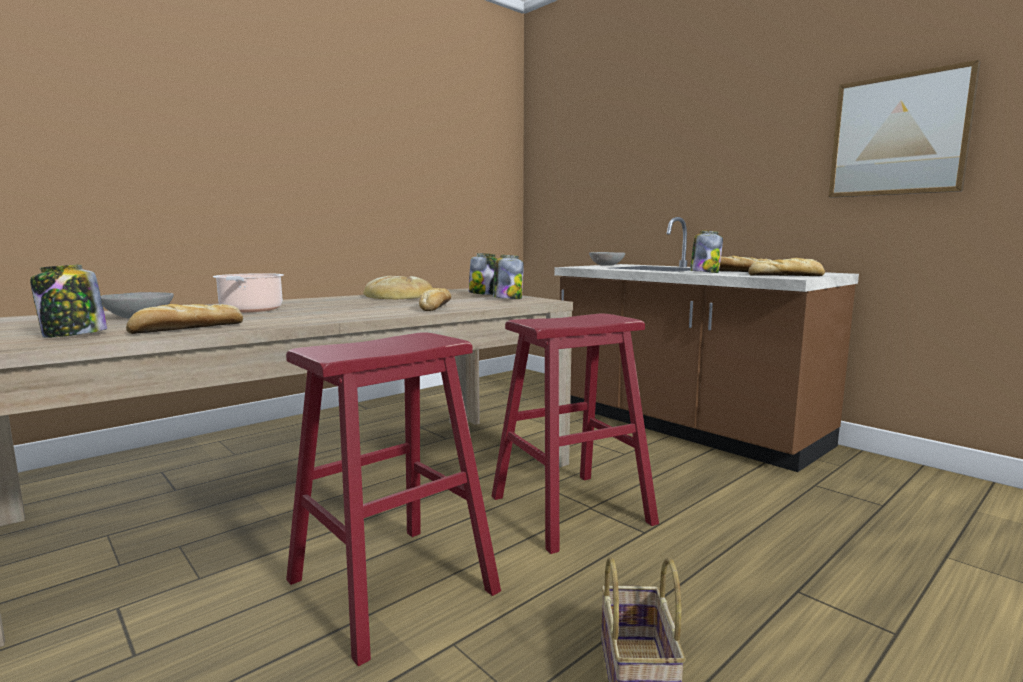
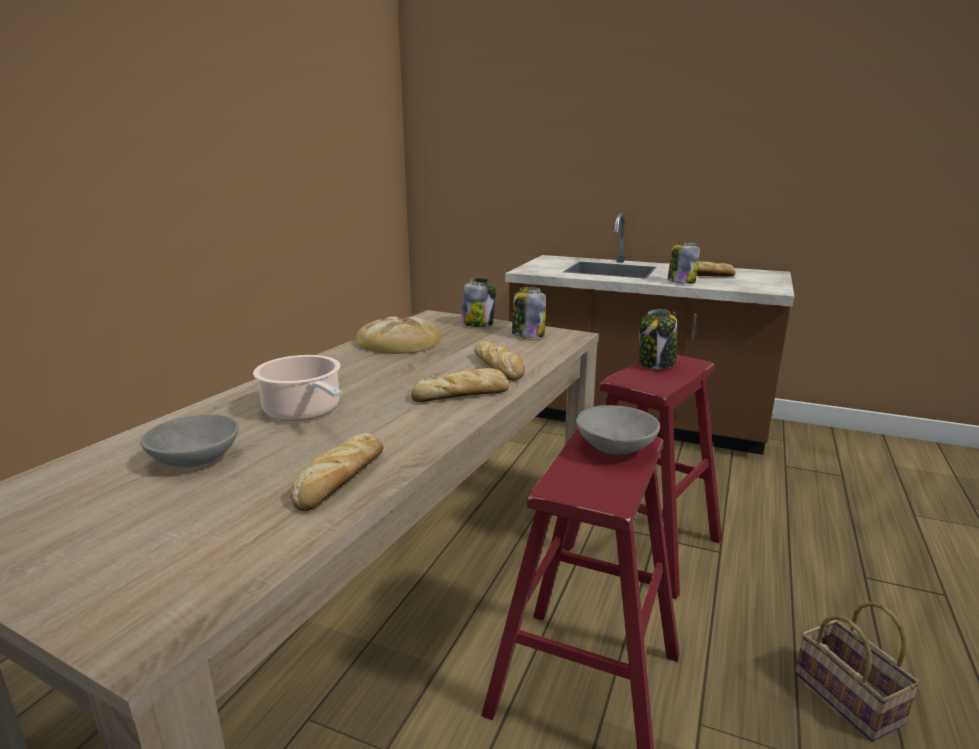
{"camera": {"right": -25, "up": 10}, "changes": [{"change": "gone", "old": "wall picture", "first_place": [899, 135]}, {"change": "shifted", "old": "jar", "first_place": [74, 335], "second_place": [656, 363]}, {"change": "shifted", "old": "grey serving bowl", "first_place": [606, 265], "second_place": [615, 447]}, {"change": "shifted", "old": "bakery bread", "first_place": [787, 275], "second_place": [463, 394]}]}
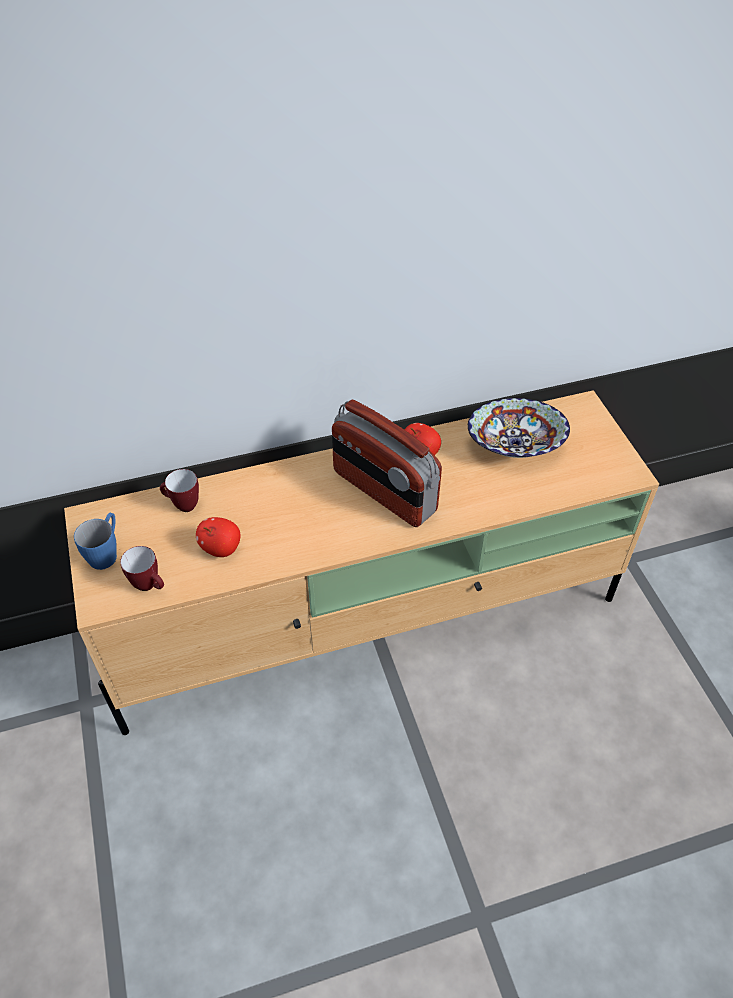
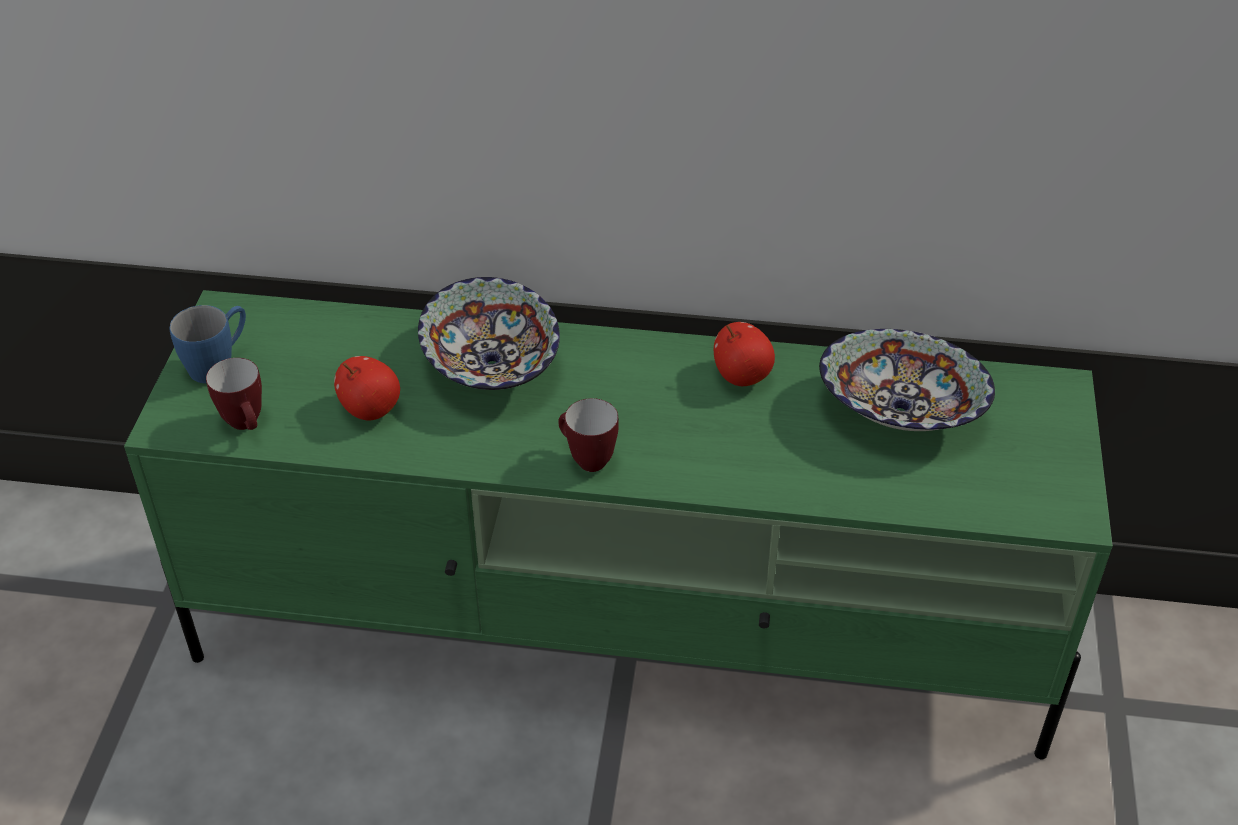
{"camera": {"right": 25, "up": -5}, "changes": [{"change": "gone", "old": "radio", "first_place": [383, 492]}, {"change": "new", "new": "serving bowl", "second_place": [493, 365]}, {"change": "shifted", "old": "tea mug", "first_place": [182, 505], "second_place": [585, 459]}, {"change": "repainted", "old": "beige-coloured tv unit", "new": "green tv unit", "first_place": [369, 620], "second_place": [624, 639]}]}
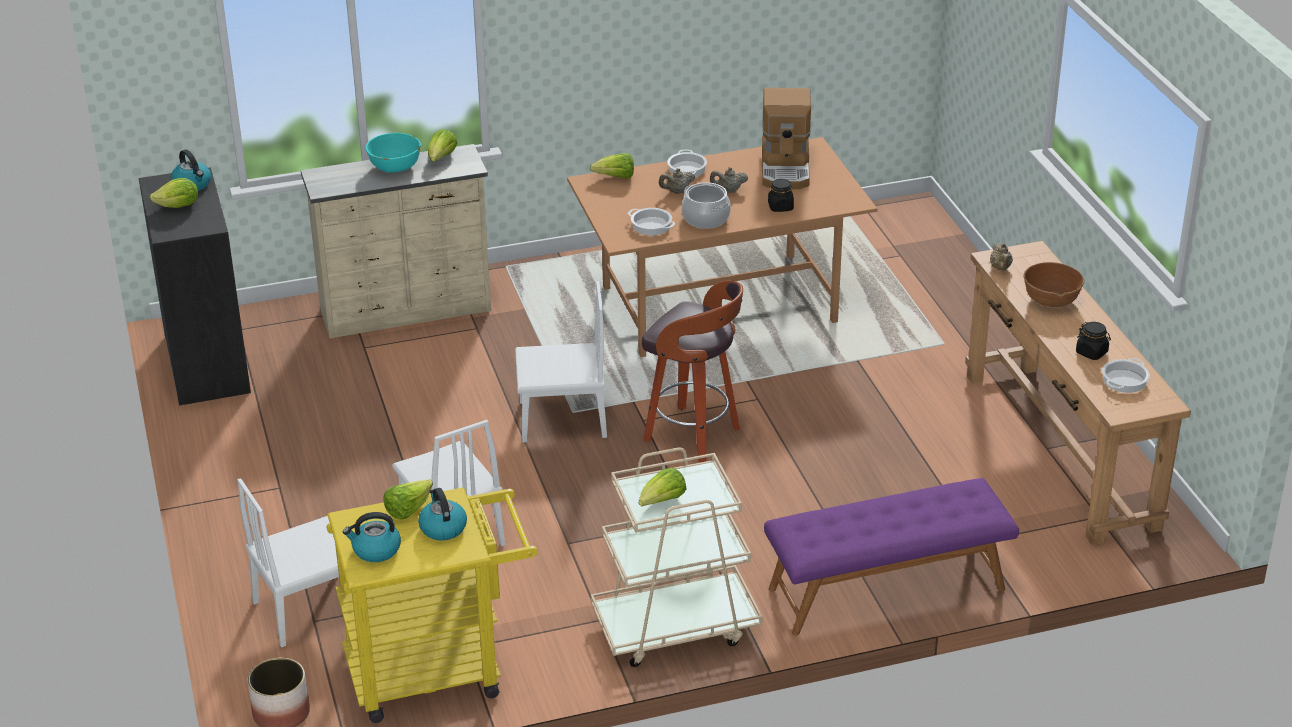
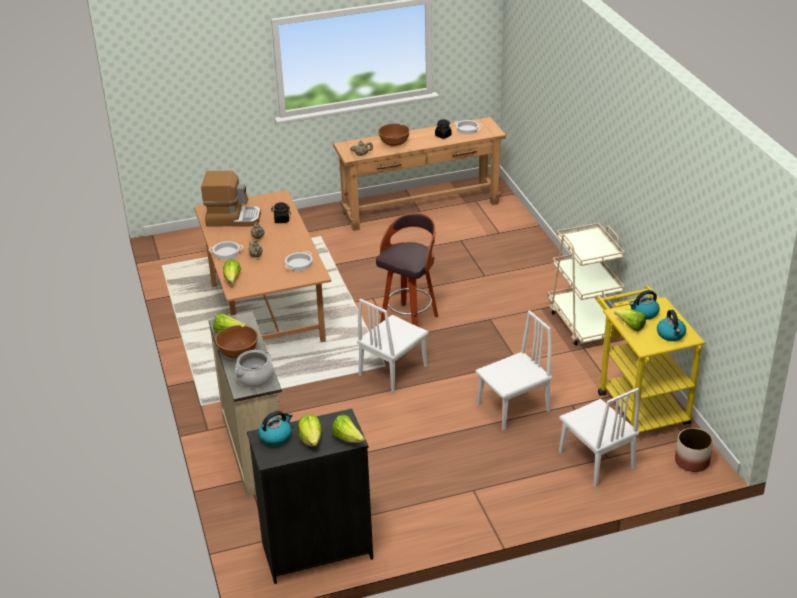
{"camera": {"right": -90, "up": 0}, "changes": [{"change": "gone", "old": "purplish bench", "first_place": [887, 589]}, {"change": "shifted", "old": "head of lettuce", "first_place": [662, 501], "second_place": [348, 438]}, {"change": "shifted", "old": "cooking pot", "first_place": [706, 218], "second_place": [255, 378]}, {"change": "repainted", "old": "turquoise serving bowl", "new": "brownish serving bowl", "first_place": [395, 167], "second_place": [238, 352]}, {"change": "rotated", "old": "whitish plain chair", "first_place": [562, 419], "second_place": [393, 370], "degrees": -135}]}
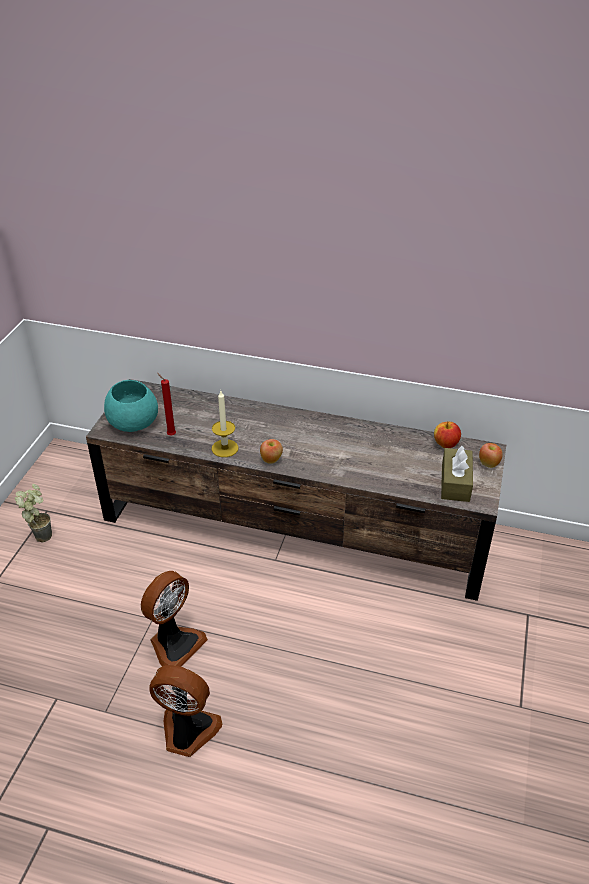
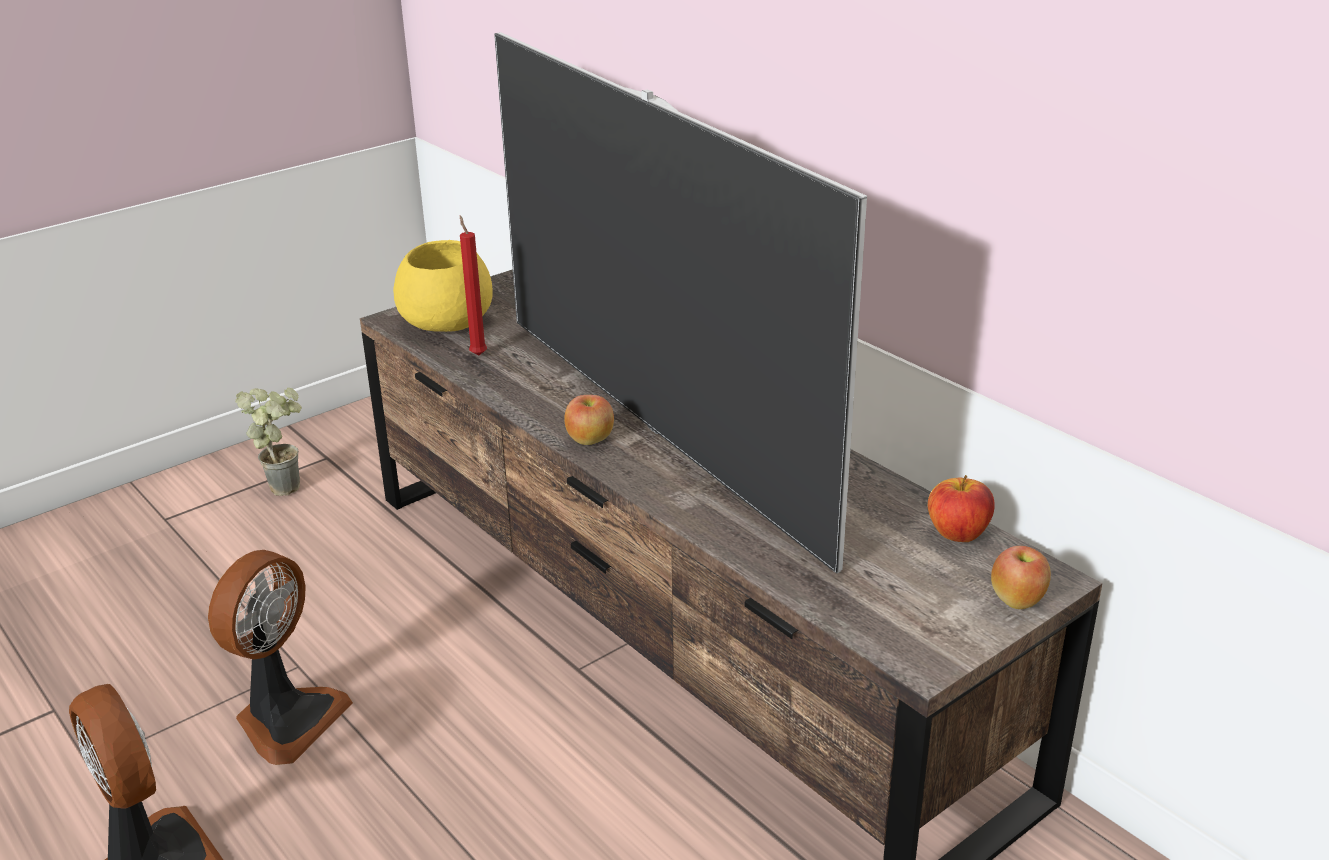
{"camera": {"right": 35, "up": -10}, "changes": [{"change": "gone", "old": "wax light", "first_place": [225, 448]}, {"change": "gone", "old": "brownish box of tissues", "first_place": [455, 482]}, {"change": "new", "new": "TV set", "second_place": [657, 429]}, {"change": "repainted", "old": "turquoise serving bowl", "new": "yellow serving bowl", "first_place": [133, 421], "second_place": [446, 321]}, {"change": "rotated", "old": "fan", "first_place": [174, 644], "second_place": [287, 719], "degrees": -45}]}
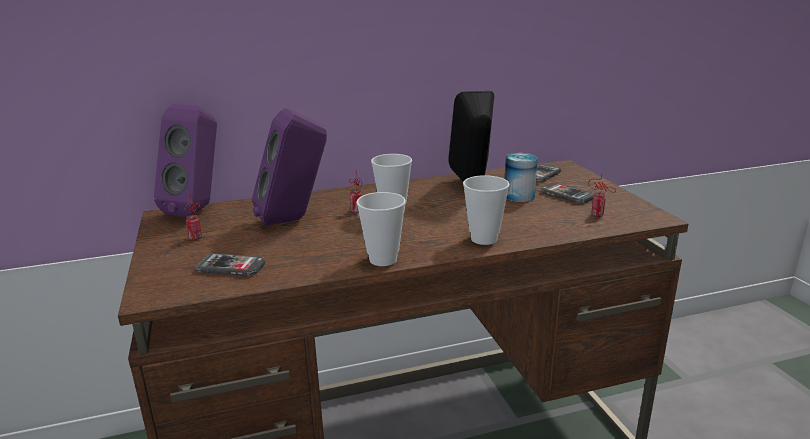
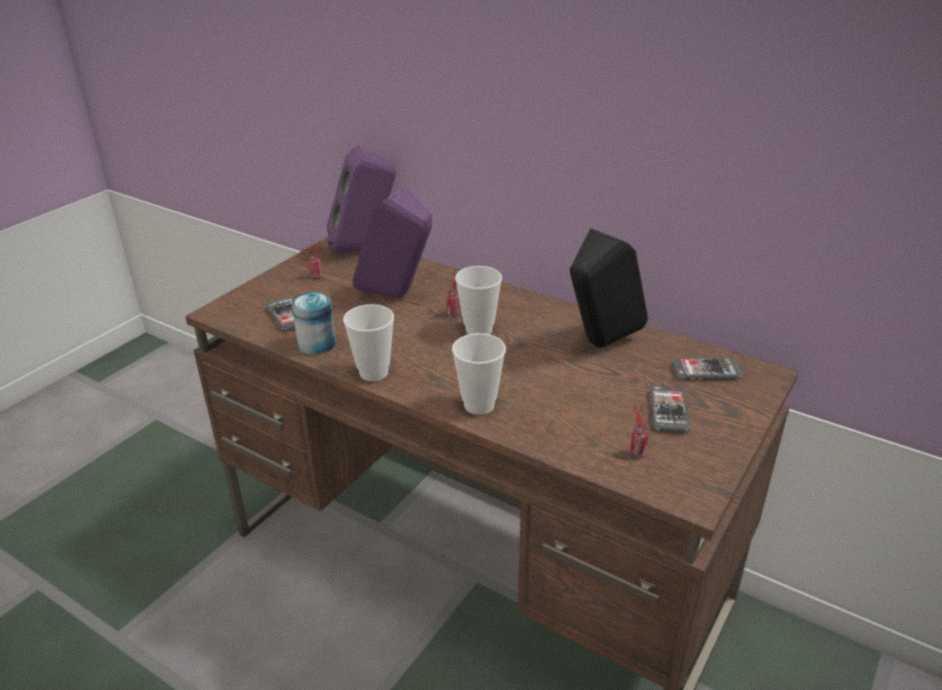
{"camera": {"right": 50, "up": 10}, "changes": [{"change": "shifted", "old": "can", "first_place": [519, 196], "second_place": [317, 344]}]}
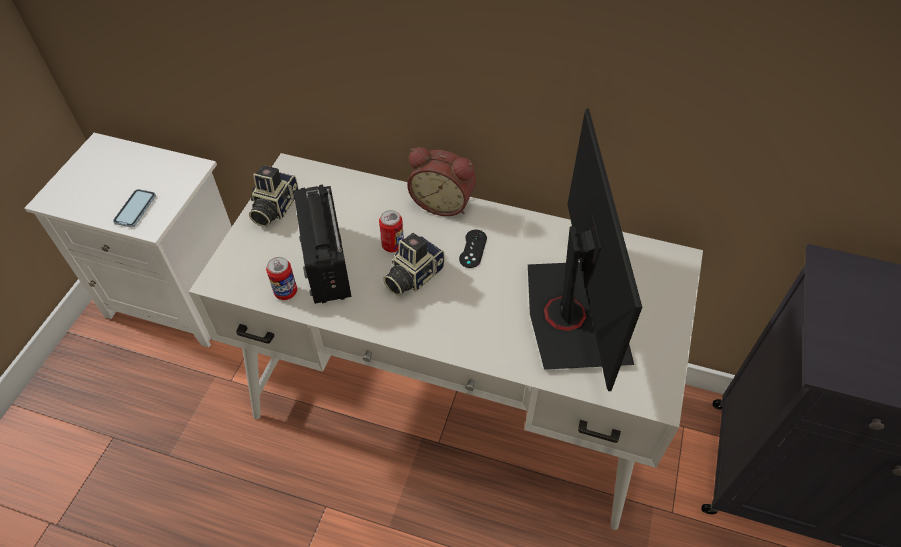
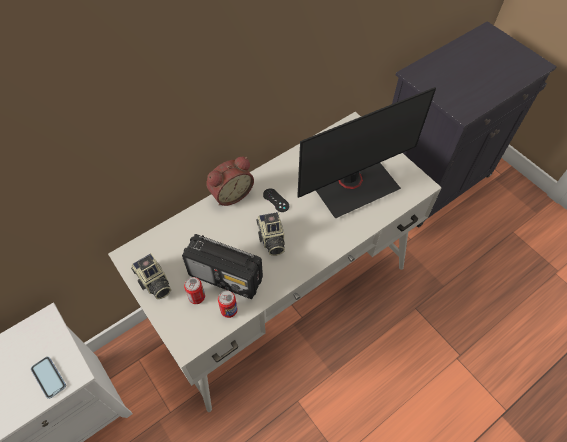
{"camera": {"right": -55, "up": 5}, "changes": [{"change": "shifted", "old": "can", "first_place": [393, 245], "second_place": [197, 297]}, {"change": "rotated", "old": "computer display", "first_place": [574, 315], "second_place": [353, 184], "degrees": 120}]}
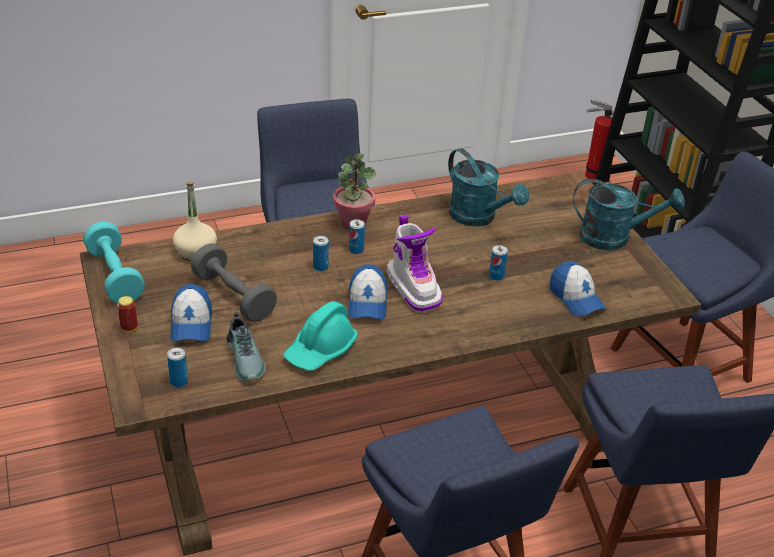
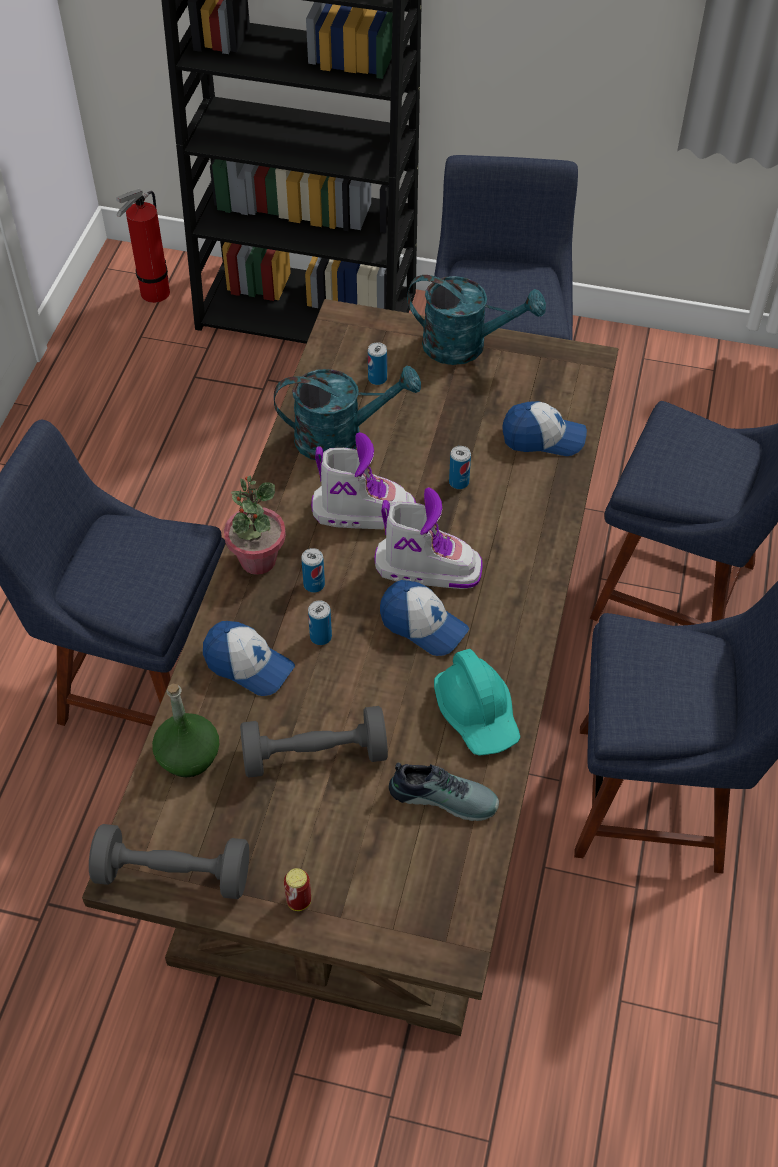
{"camera": {"right": -55, "up": 15}, "changes": [{"change": "new", "new": "tall boot", "second_place": [363, 511]}, {"change": "shifted", "old": "can", "first_place": [179, 381], "second_place": [377, 379]}, {"change": "shifted", "old": "baseball cap", "first_place": [191, 324], "second_place": [248, 665]}, {"change": "repainted", "old": "turquoise free weight", "new": "grey free weight", "first_place": [115, 276], "second_place": [173, 874]}, {"change": "repainted", "old": "beige-coloured beverage bottle", "new": "green beverage bottle", "first_place": [195, 251], "second_place": [188, 756]}, {"change": "rotated", "old": "turquoise watering can", "first_place": [614, 238], "second_place": [466, 346], "degrees": 60}]}
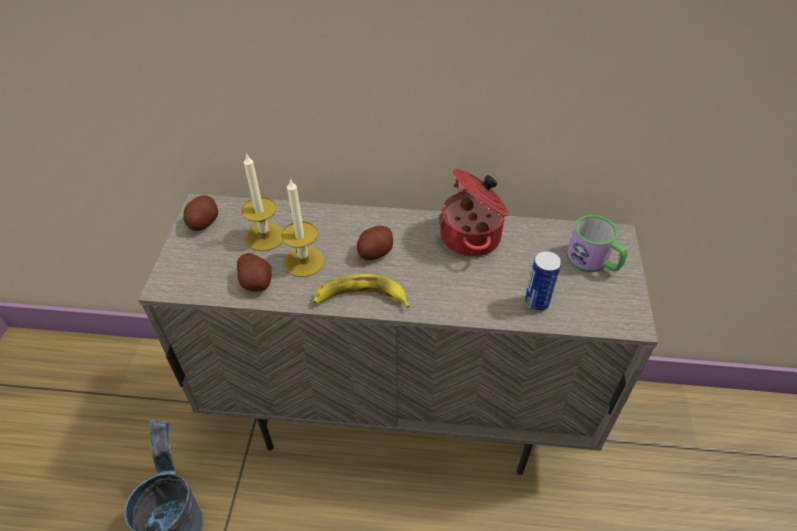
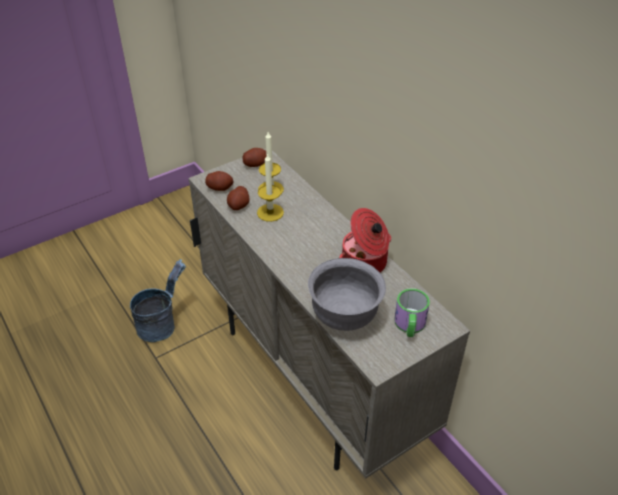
{"camera": {"right": 50, "up": -5}, "changes": [{"change": "gone", "old": "banana fruit", "first_place": [360, 298]}, {"change": "shifted", "old": "potato", "first_place": [375, 252], "second_place": [220, 188]}, {"change": "swapped", "old": "can", "new": "grey serving bowl", "first_place": [536, 303], "second_place": [344, 316]}]}
